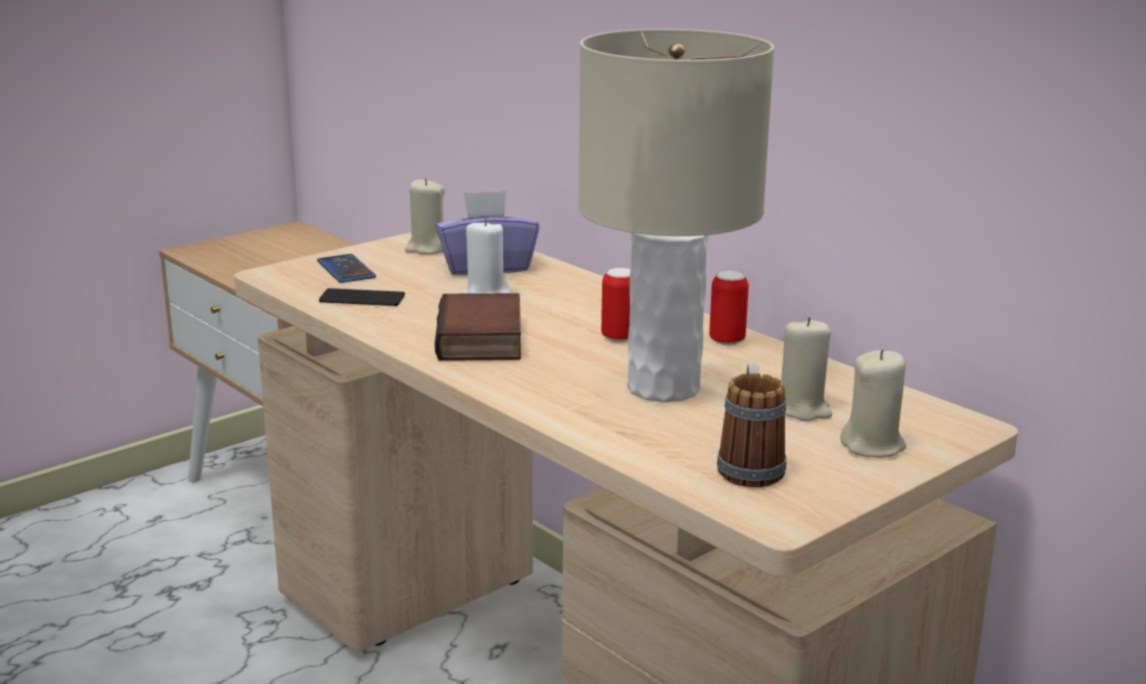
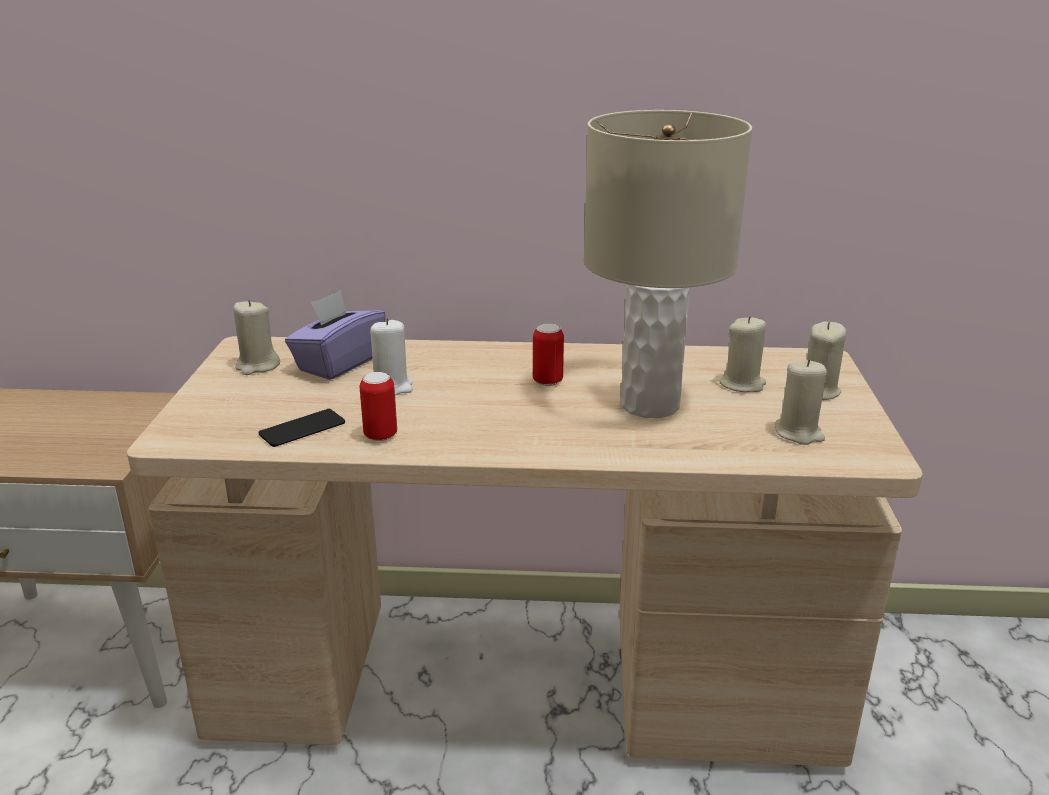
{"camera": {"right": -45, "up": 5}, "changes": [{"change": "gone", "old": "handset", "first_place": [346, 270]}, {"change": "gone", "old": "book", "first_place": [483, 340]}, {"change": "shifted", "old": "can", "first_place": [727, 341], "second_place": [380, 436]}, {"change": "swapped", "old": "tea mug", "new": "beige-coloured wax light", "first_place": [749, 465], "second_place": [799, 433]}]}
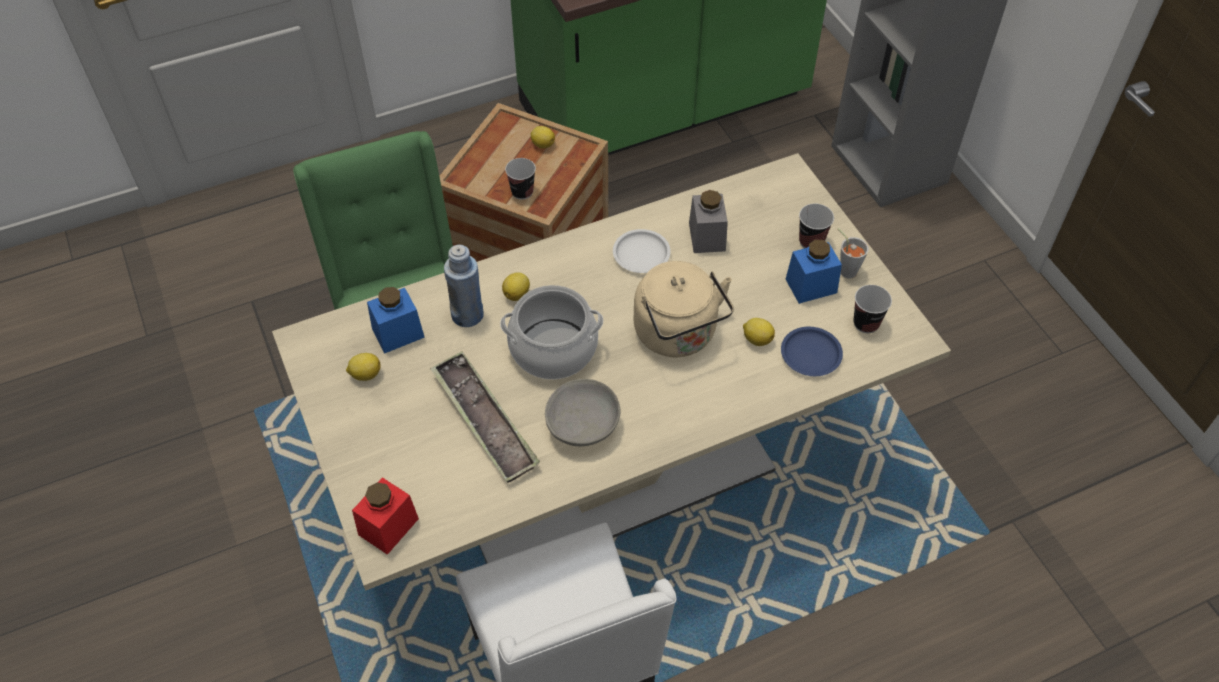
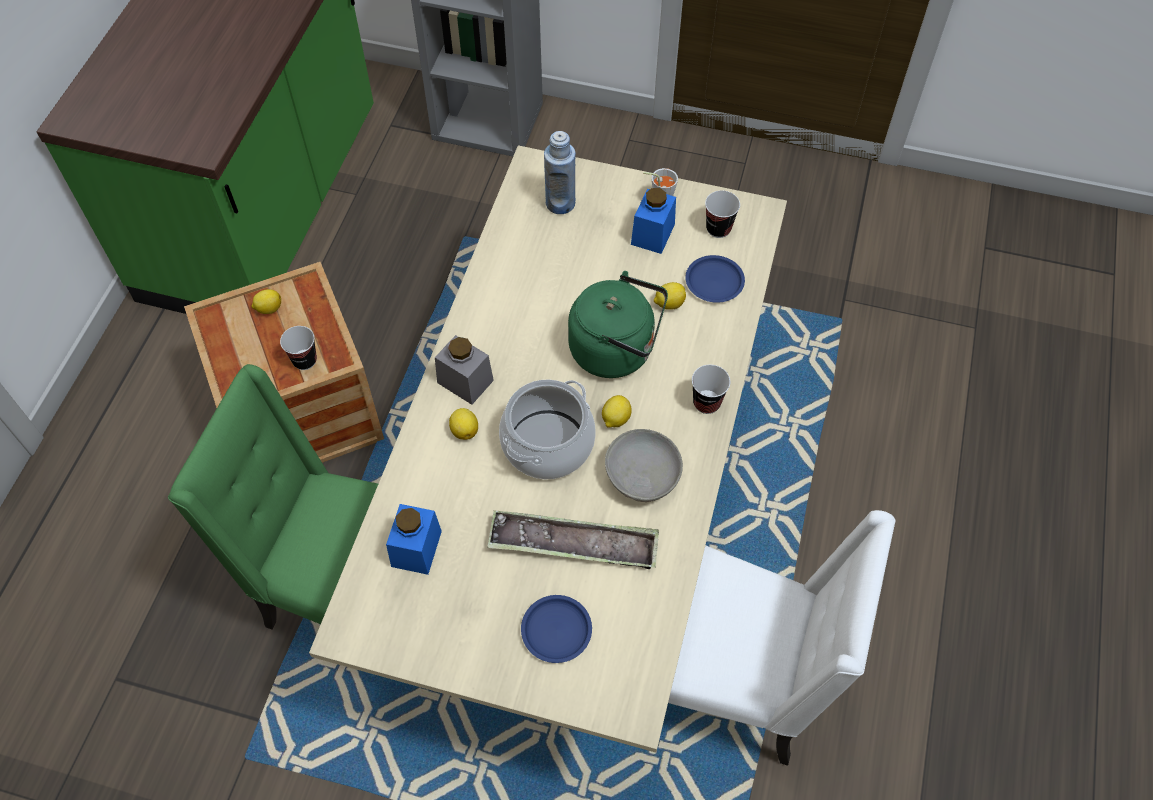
{"camera": {"right": -50, "up": 5}, "changes": [{"change": "gone", "old": "red jar", "first_place": [388, 526]}, {"change": "gone", "old": "whitish flat dish", "first_place": [641, 254]}, {"change": "new", "new": "blue flat dish", "second_place": [556, 631]}, {"change": "shifted", "old": "citrus fruit", "first_place": [365, 374], "second_place": [615, 419]}, {"change": "shifted", "old": "blue beverage bottle", "first_place": [467, 315], "second_place": [560, 203]}, {"change": "shifted", "old": "grey jar", "first_place": [707, 237], "second_place": [465, 381]}, {"change": "shifted", "old": "small cup", "first_place": [811, 241], "second_place": [706, 403]}, {"change": "repainted", "old": "beige-coloured tea kettle", "new": "green tea kettle", "first_place": [678, 335], "second_place": [617, 350]}]}
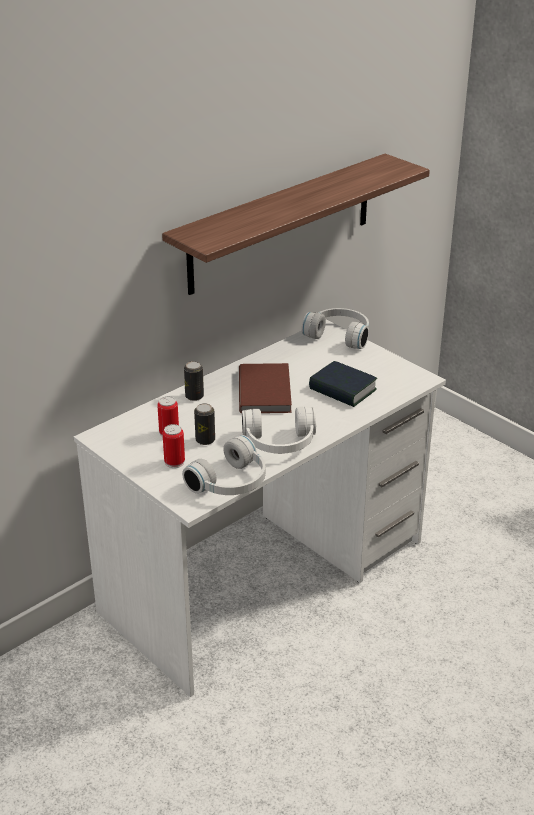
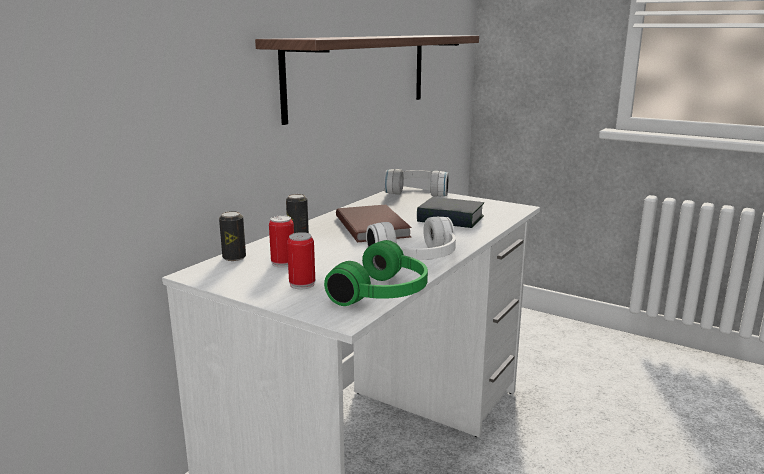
{"camera": {"right": -15, "up": -15}, "changes": [{"change": "shifted", "old": "can", "first_place": [205, 440], "second_place": [234, 257]}, {"change": "repainted", "old": "whitish headset", "new": "green headset", "first_place": [232, 483], "second_place": [385, 293]}]}
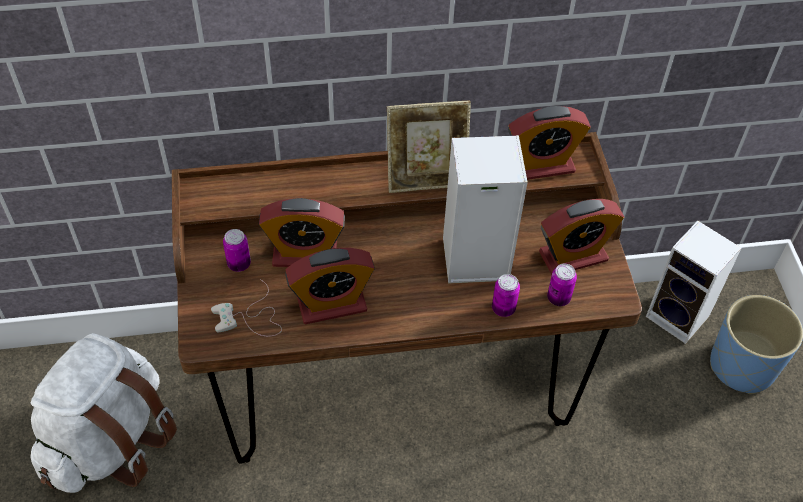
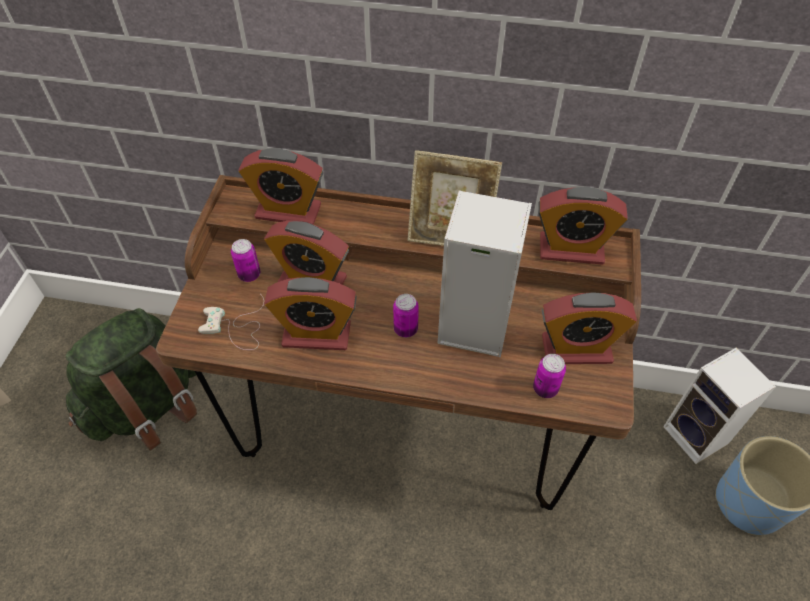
{"camera": {"right": 20, "up": 0}, "changes": [{"change": "new", "new": "bedside clock", "second_place": [288, 211]}, {"change": "shifted", "old": "can", "first_place": [503, 308], "second_place": [405, 329]}, {"change": "repainted", "old": "whitish knapsack", "new": "green knapsack", "first_place": [109, 442], "second_place": [150, 405]}]}
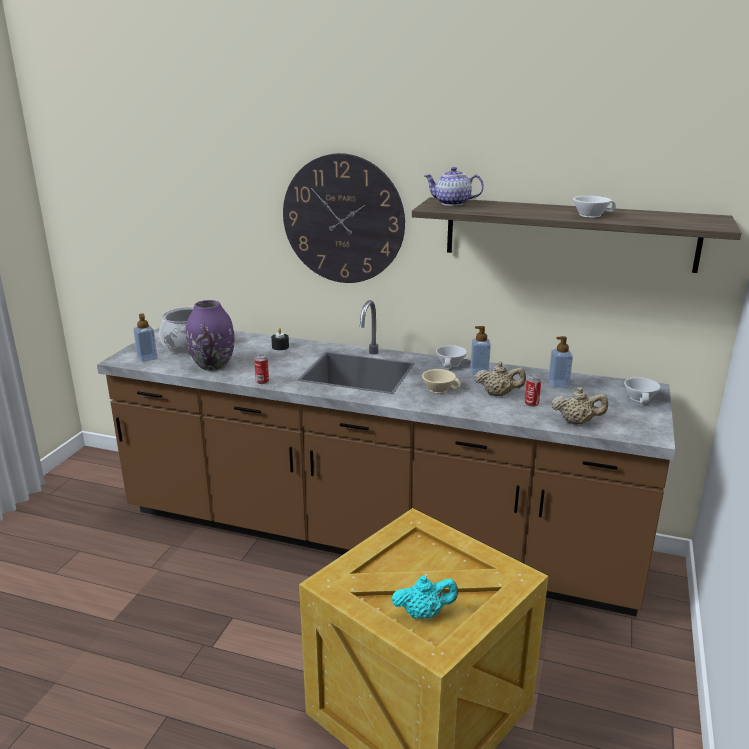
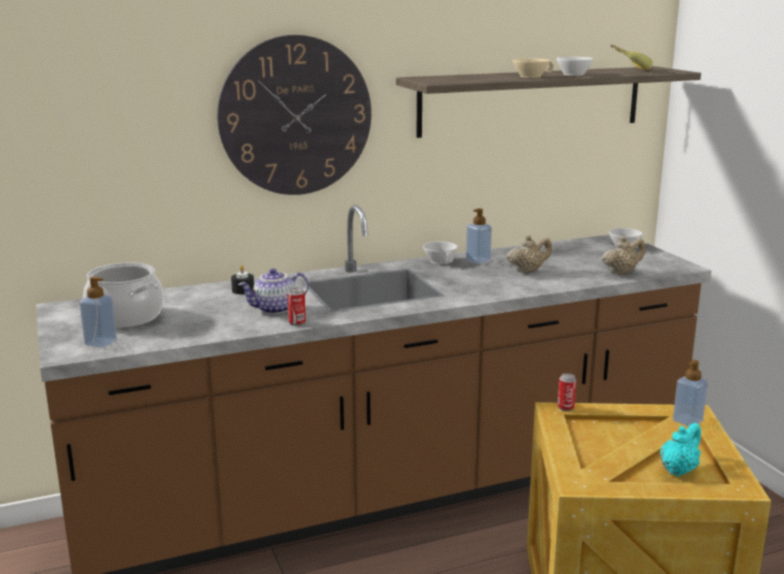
{"camera": {"right": -40, "up": -5}, "changes": [{"change": "gone", "old": "purplish decorative vase", "first_place": [213, 365]}, {"change": "new", "new": "banana fruit", "second_place": [628, 70]}, {"change": "shifted", "old": "beige-coloured small cup", "first_place": [439, 388], "second_place": [531, 76]}, {"change": "shifted", "old": "teapot", "first_place": [452, 203], "second_place": [275, 309]}, {"change": "shifted", "old": "can", "first_place": [531, 403], "second_place": [565, 407]}, {"change": "shifted", "old": "liquid soap bottle", "first_place": [558, 384], "second_place": [687, 421]}]}
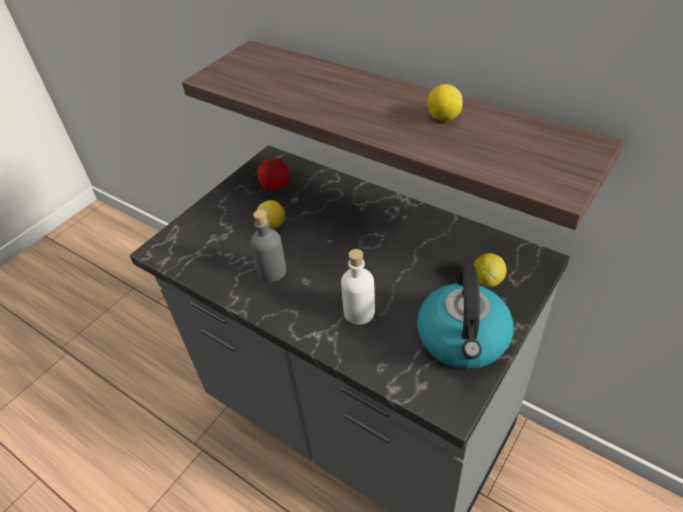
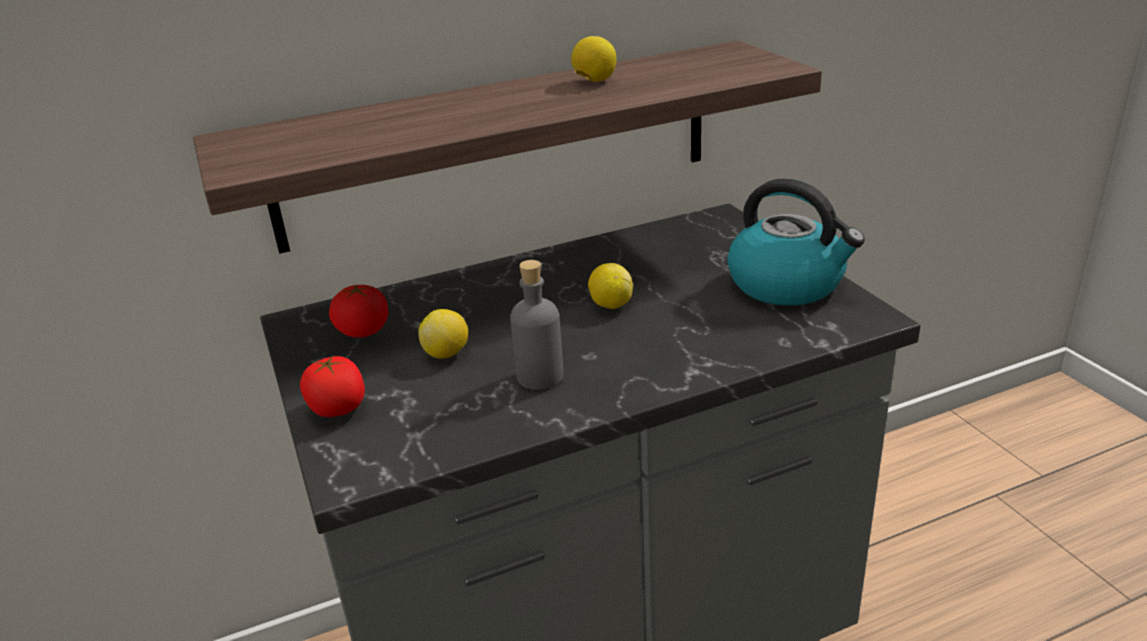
{"camera": {"right": -60, "up": -15}, "changes": [{"change": "gone", "old": "whitish beverage bottle", "first_place": [359, 312]}, {"change": "new", "new": "tomato", "second_place": [338, 409]}, {"change": "shifted", "old": "citrus fruit", "first_place": [487, 280], "second_place": [611, 305]}]}
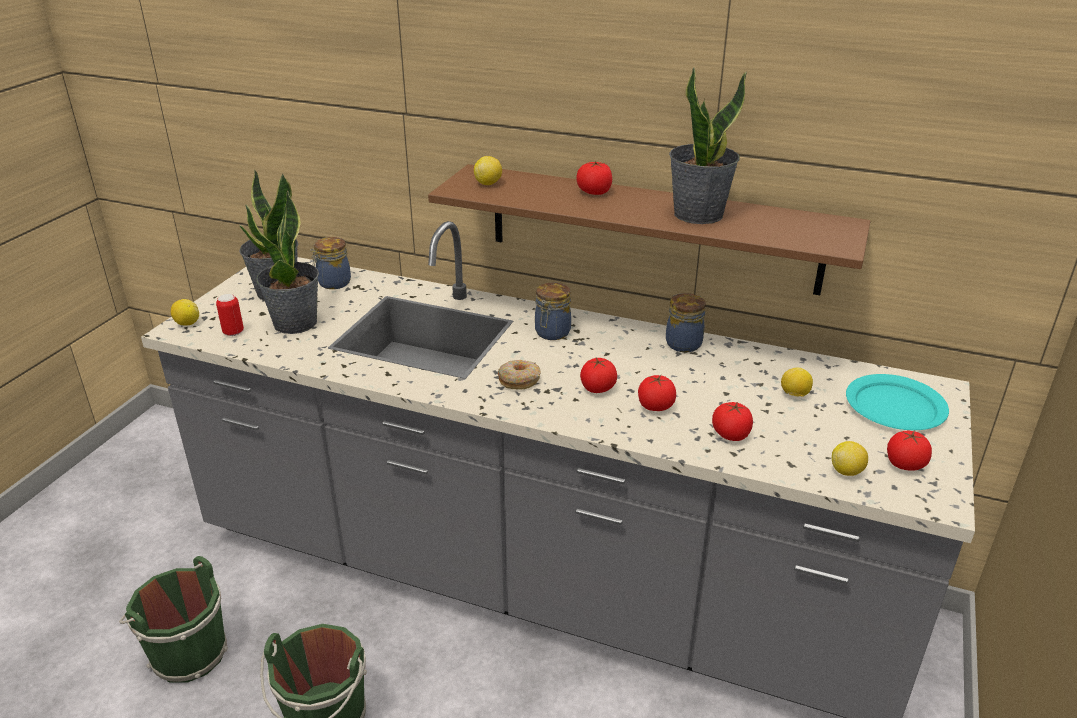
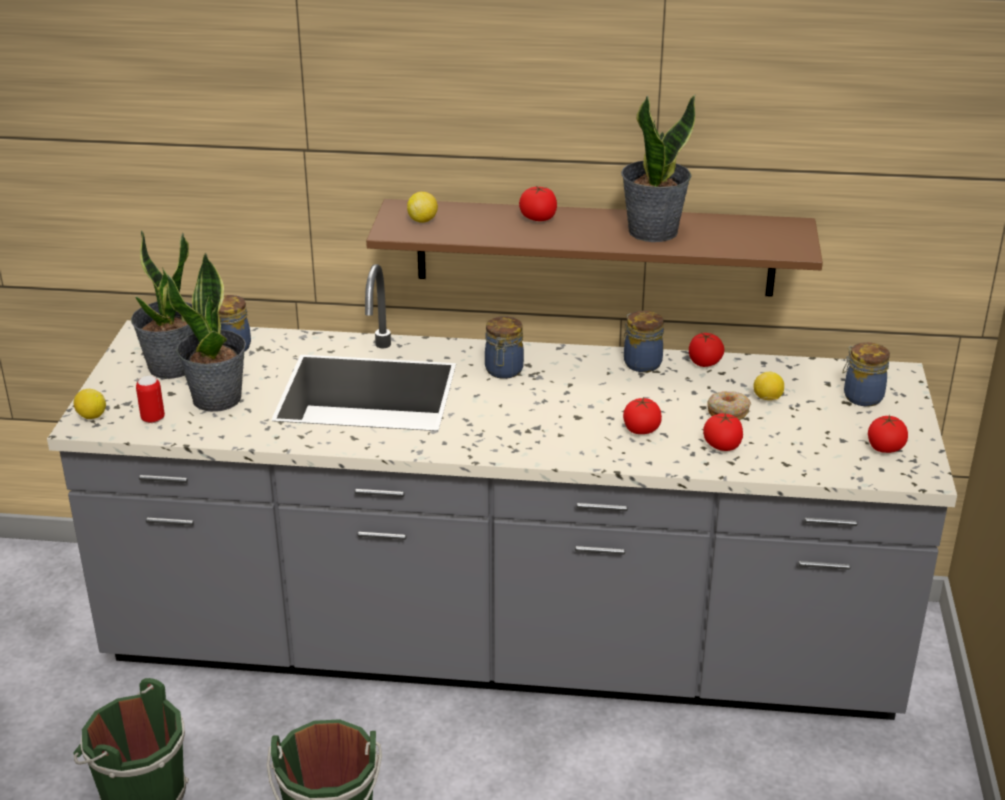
{"camera": {"right": -15, "up": 0}, "changes": [{"change": "gone", "old": "citrus fruit", "first_place": [847, 471]}, {"change": "shifted", "old": "doughnut", "first_place": [519, 380], "second_place": [727, 412]}, {"change": "shifted", "old": "tomato", "first_place": [597, 388], "second_place": [704, 363]}, {"change": "swapped", "old": "turquoise flat dish", "new": "jar", "first_place": [894, 406], "second_place": [861, 396]}]}
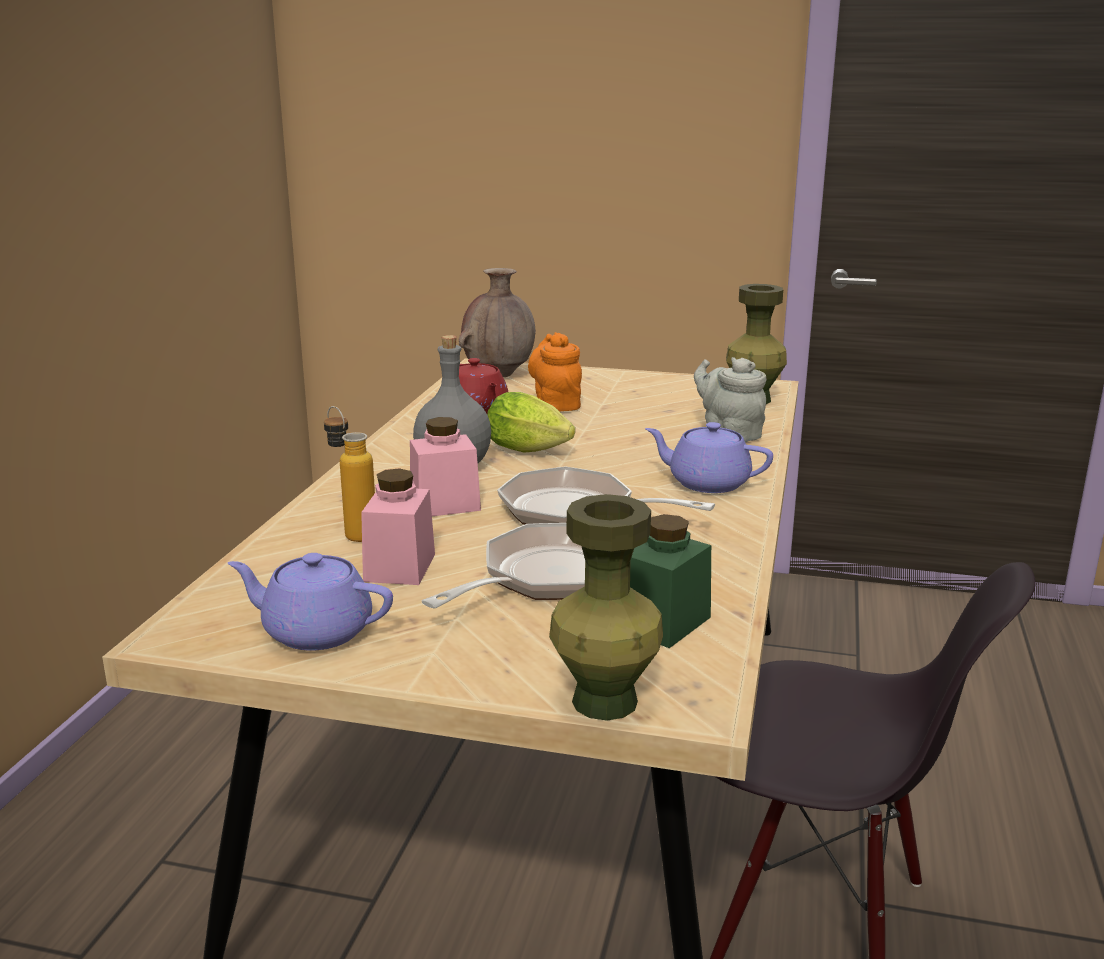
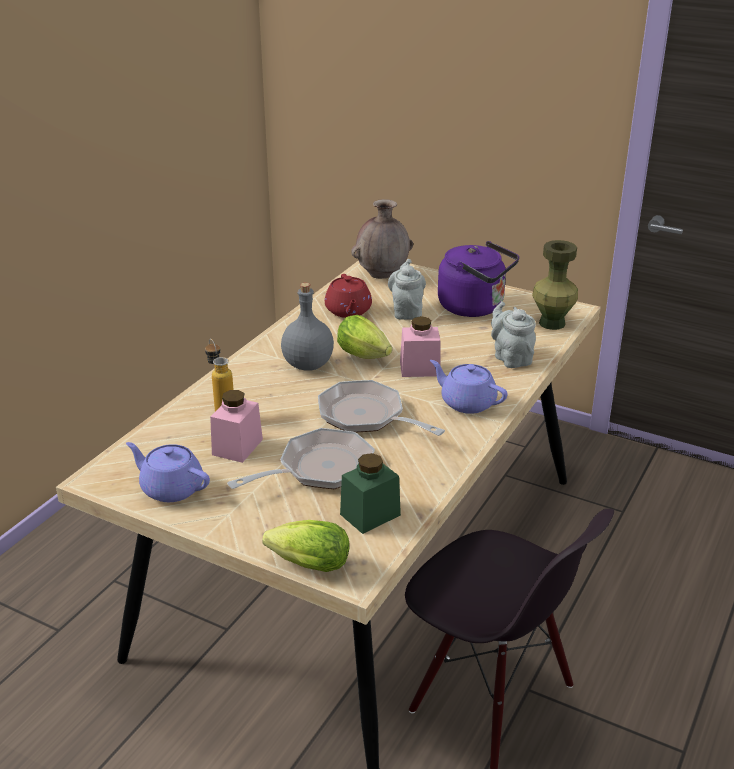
{"camera": {"right": 15, "up": 10}, "changes": [{"change": "new", "new": "purplish tea kettle", "second_place": [475, 307]}, {"change": "shifted", "old": "pinkish jar", "first_place": [445, 504], "second_place": [420, 368]}, {"change": "swapped", "old": "green decorative vase", "new": "head of lettuce", "first_place": [605, 702], "second_place": [305, 564]}, {"change": "repainted", "old": "orange teapot", "new": "grey teapot", "first_place": [556, 404], "second_place": [406, 311]}]}
